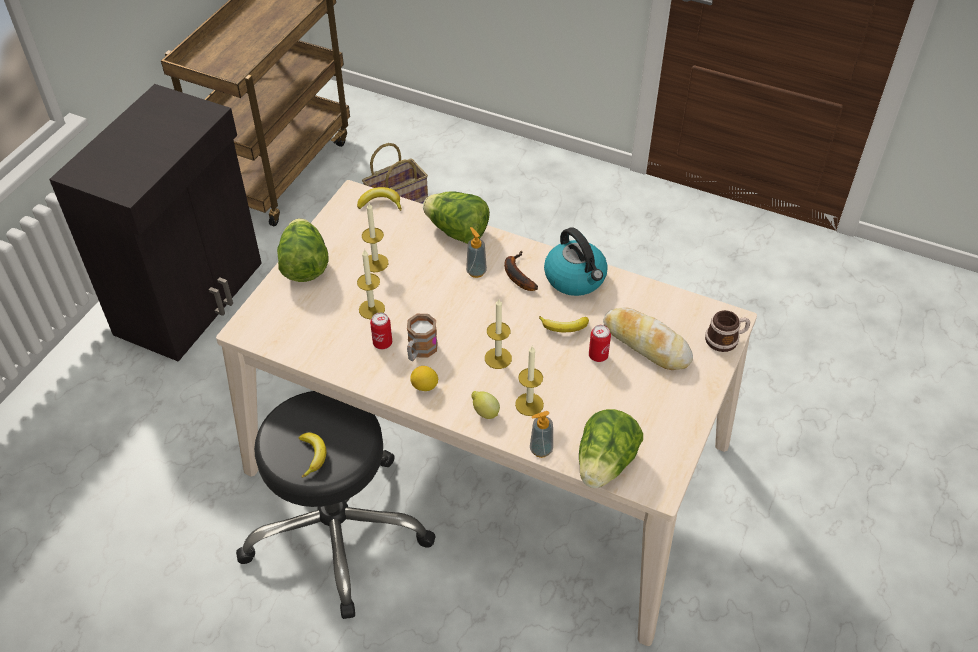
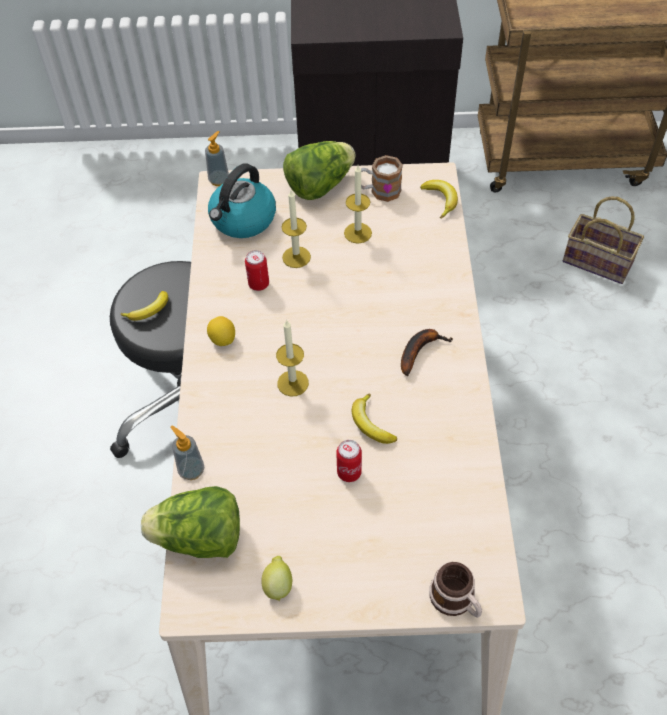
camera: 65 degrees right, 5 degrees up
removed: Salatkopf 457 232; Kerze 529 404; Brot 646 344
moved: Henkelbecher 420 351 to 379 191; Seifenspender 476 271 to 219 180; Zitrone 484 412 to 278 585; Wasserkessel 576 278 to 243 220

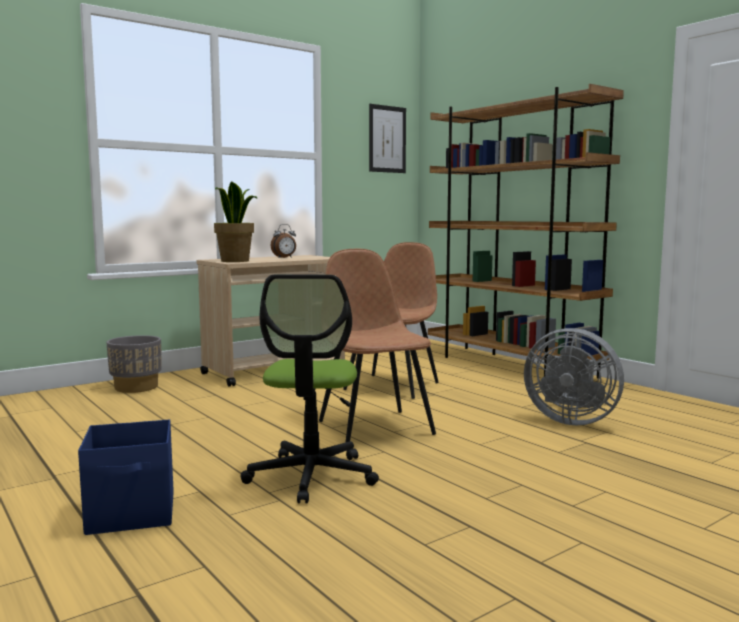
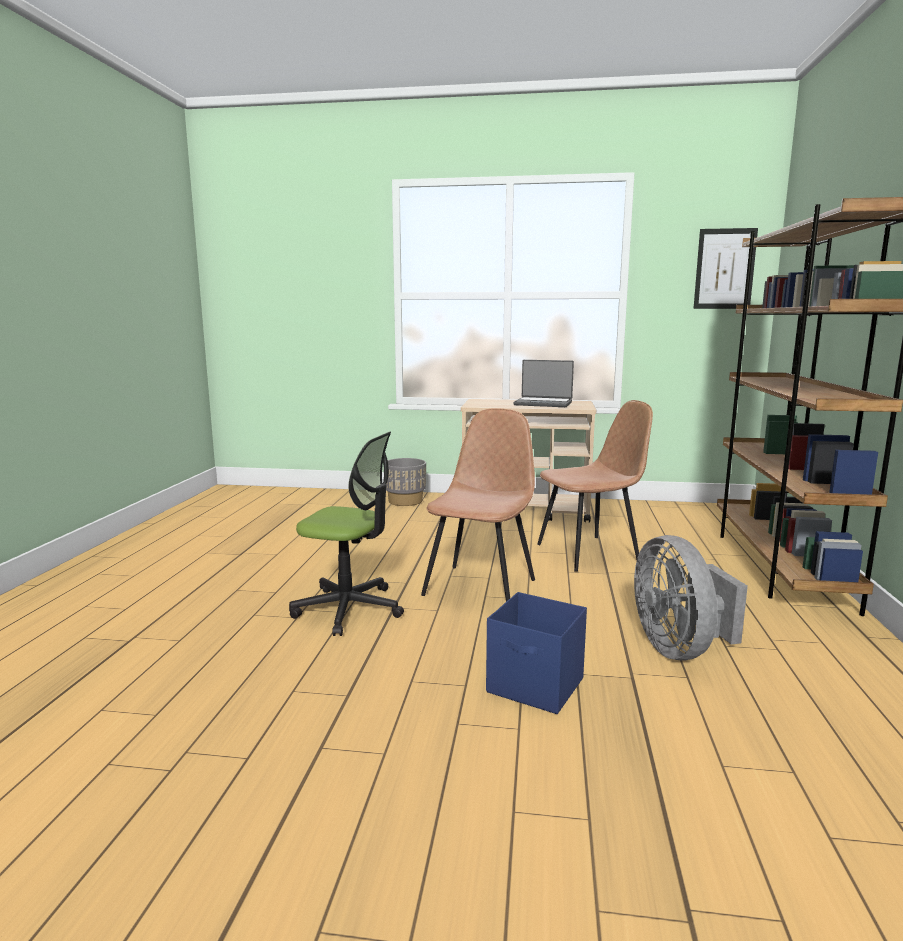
camera: 45 degrees right, 5 degrees up
removed: Topfpflanze 235 261
moved: Aufbewahrungsbox/blau 133 514 to 536 686
replaced: Wecker 284 258 to Laptop 543 403
turned: Bürostuhl 311 476 = 349 609 120 degrees counterclockwise

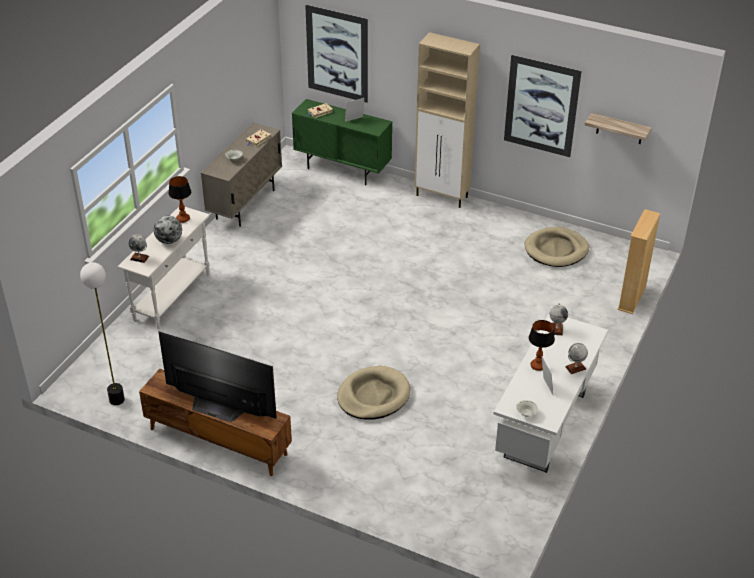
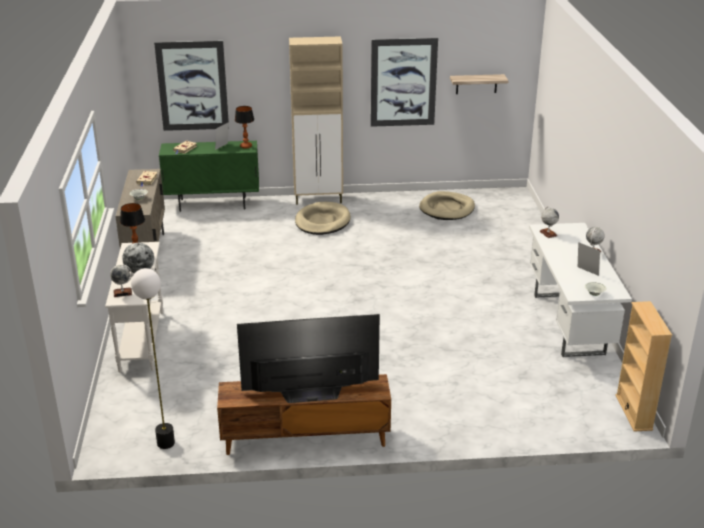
camera: 30 degrees left, 10 degrees down
moved: Hundebett/beige 373 396 to 322 221; Tischlampe 538 366 to 246 146; Bücherregal/beige 632 298 to 633 412

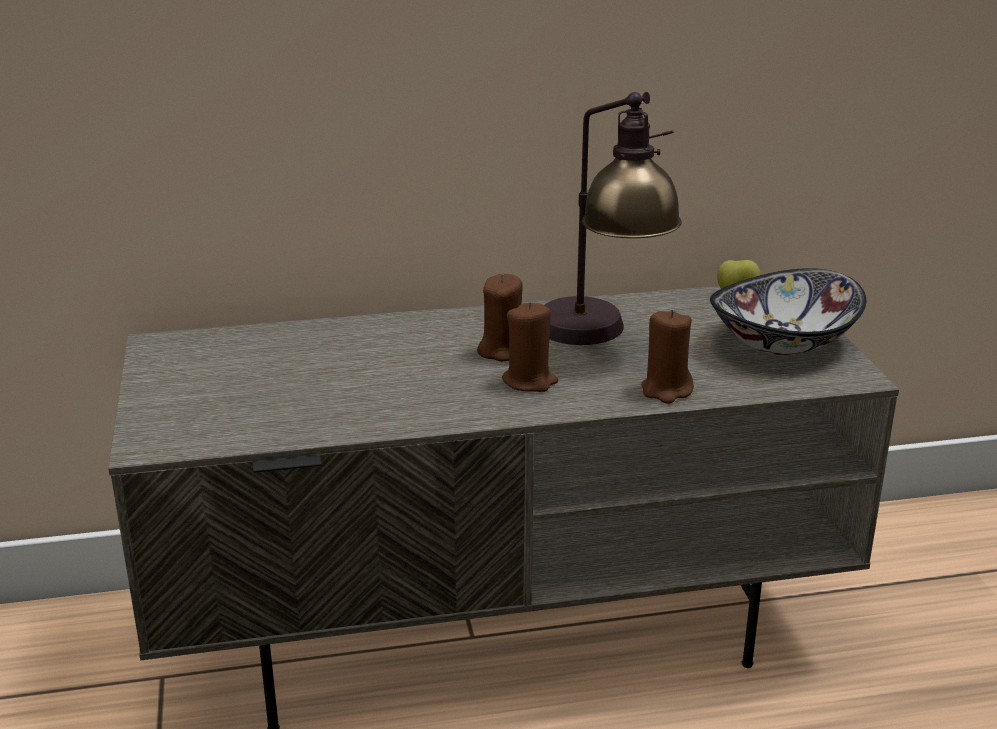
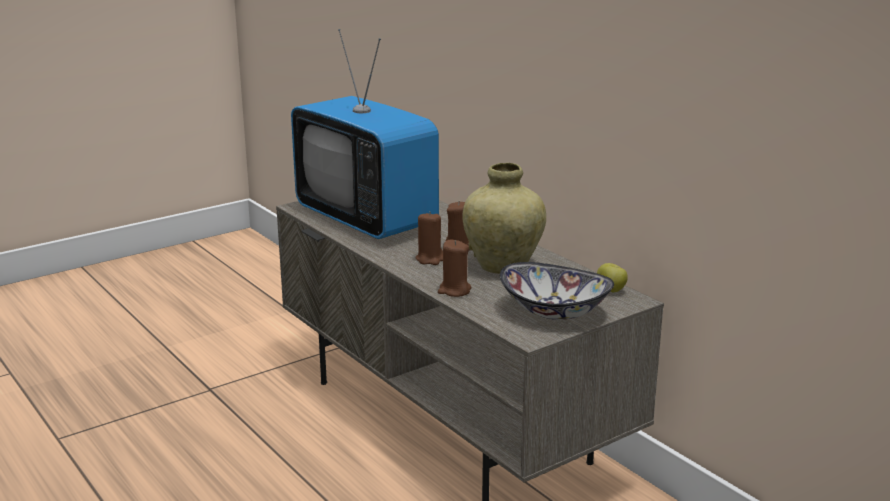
camera: 65 degrees right, 5 degrees down
added: Fernseher 366 220
replaced: Tischlampe 602 338 to Vase/beige 503 266

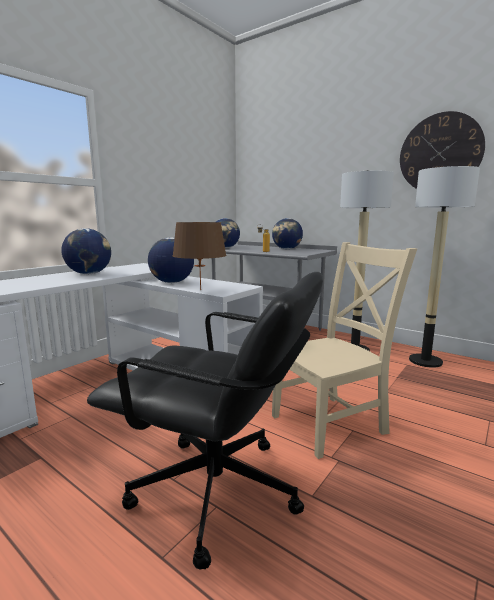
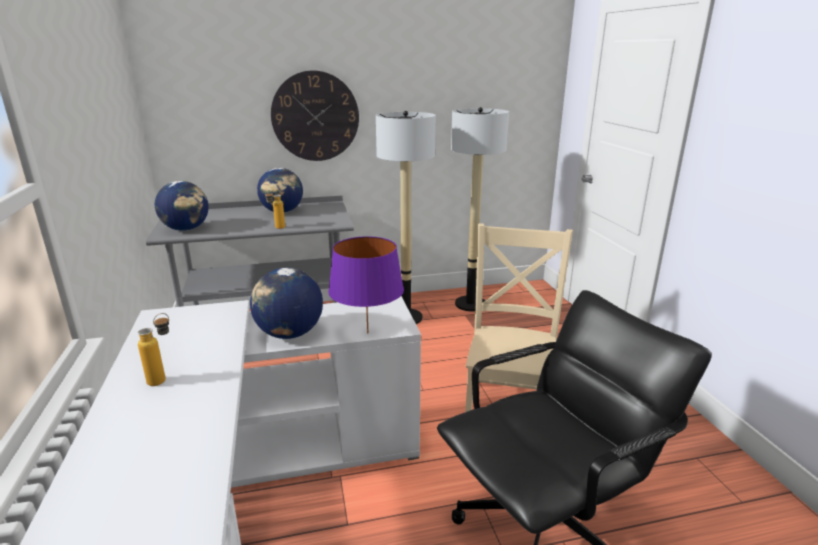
camera: 50 degrees left, 10 degrees up
moved: Wanduhr 440 153 to 315 116
replaced: Globus 89 274 to Flasche 164 378
recoloured: Tischlampe/braun 200 290 to Tischlampe/lila 367 333

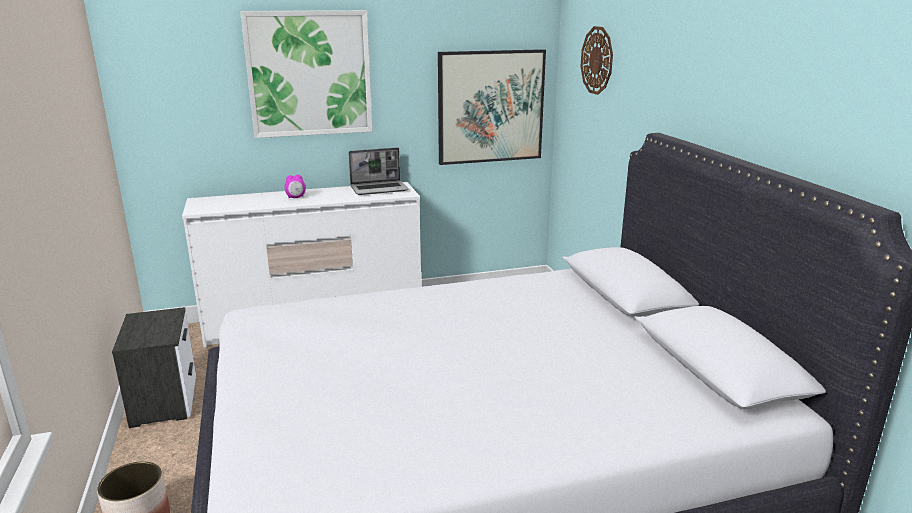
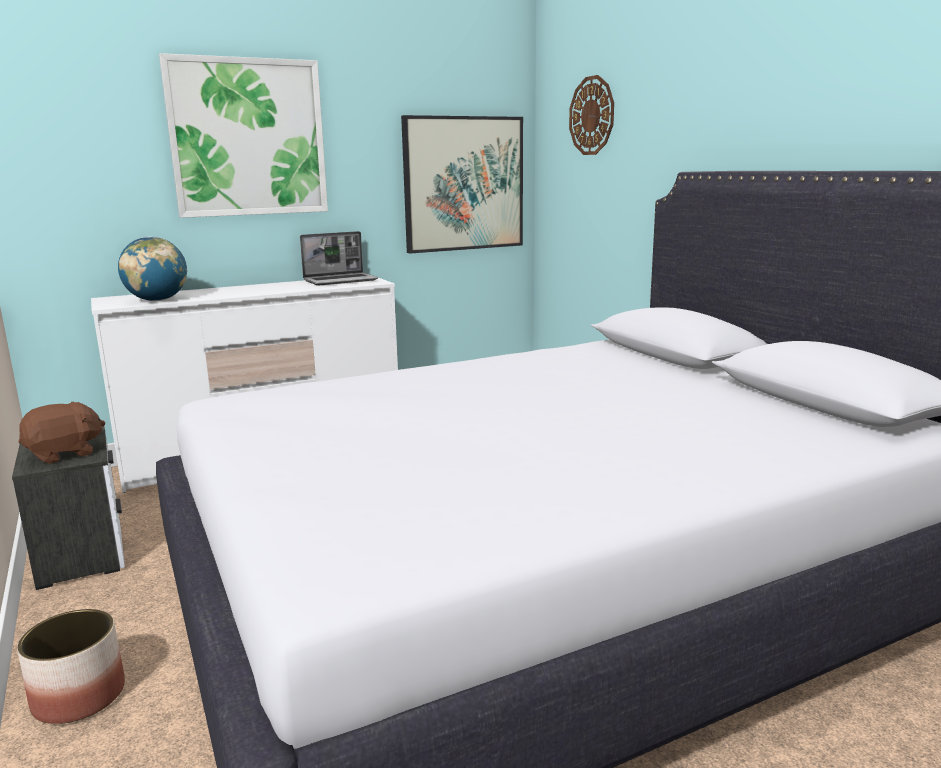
camera: 10 degrees left, 5 degrees down
removed: Wecker 296 197
added: Plüschtier/braun 65 454; Globus 157 300

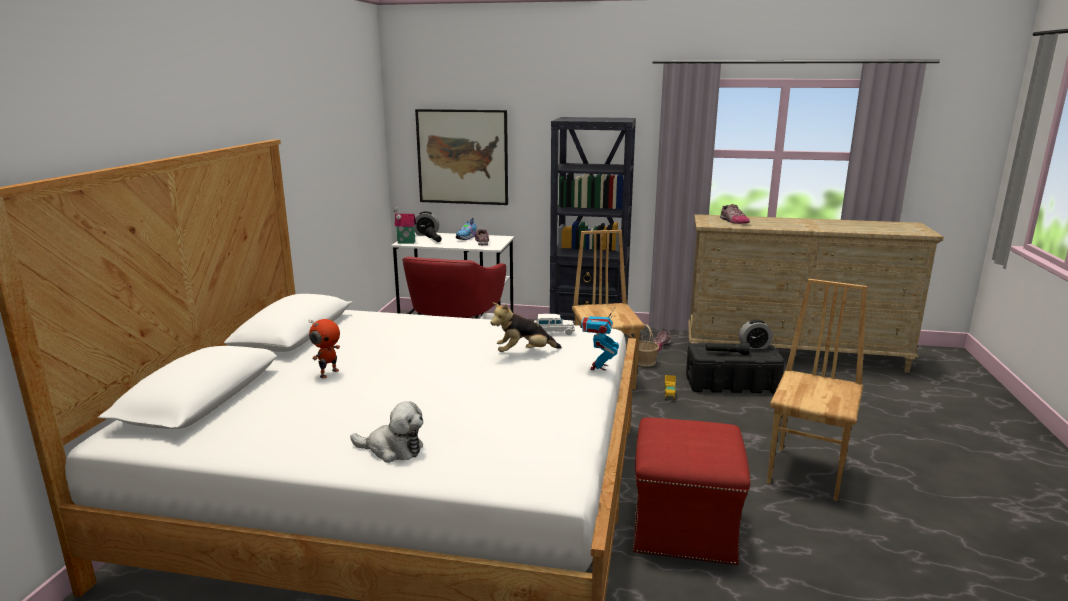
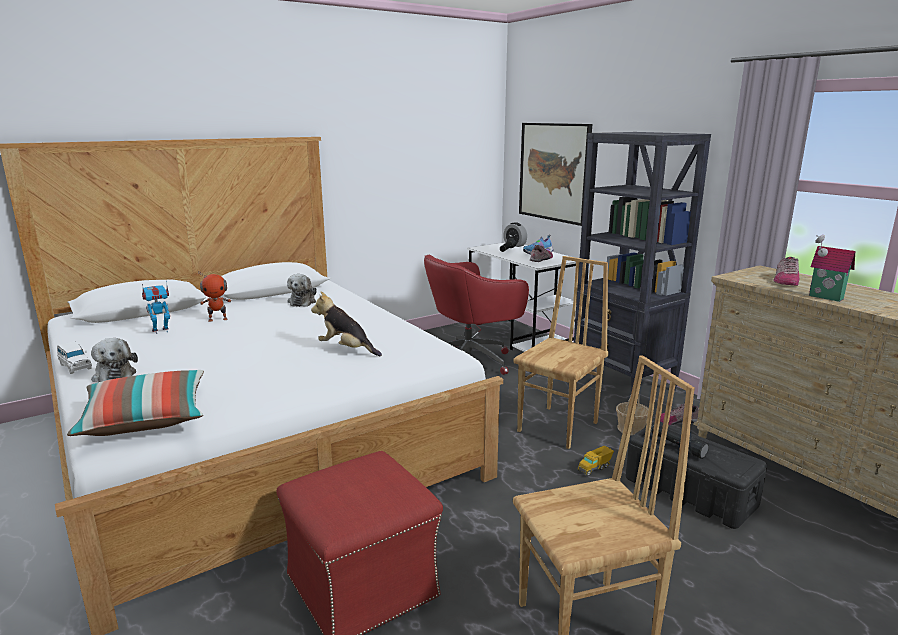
camera: 45 degrees right, 0 degrees up
removed: Wecker 754 347
added: Kissen 146 419; Plüschtier 302 301
moved: Spielzeughaus 406 242 to 825 297; Spielzeugauto/weiß 554 332 to 75 366; Spielzeugroboter 598 367 to 161 331

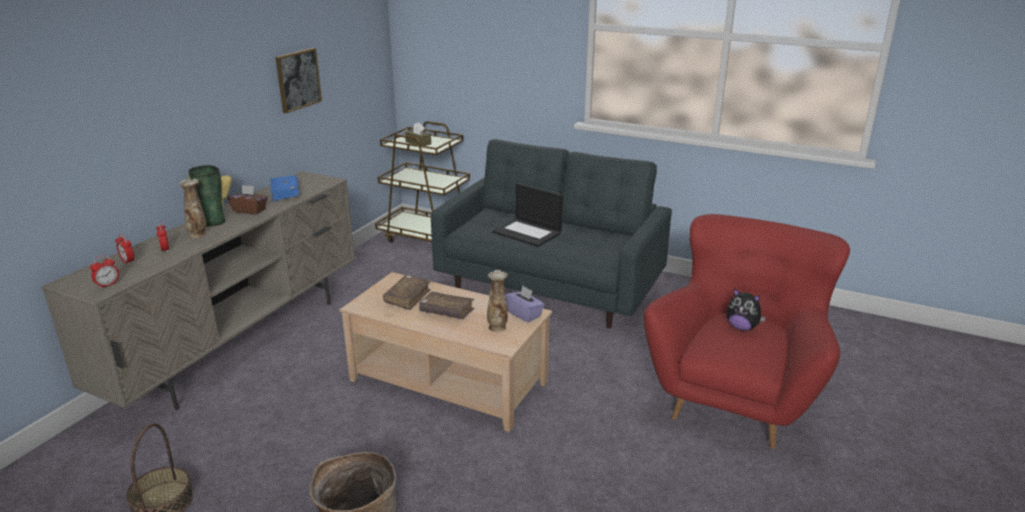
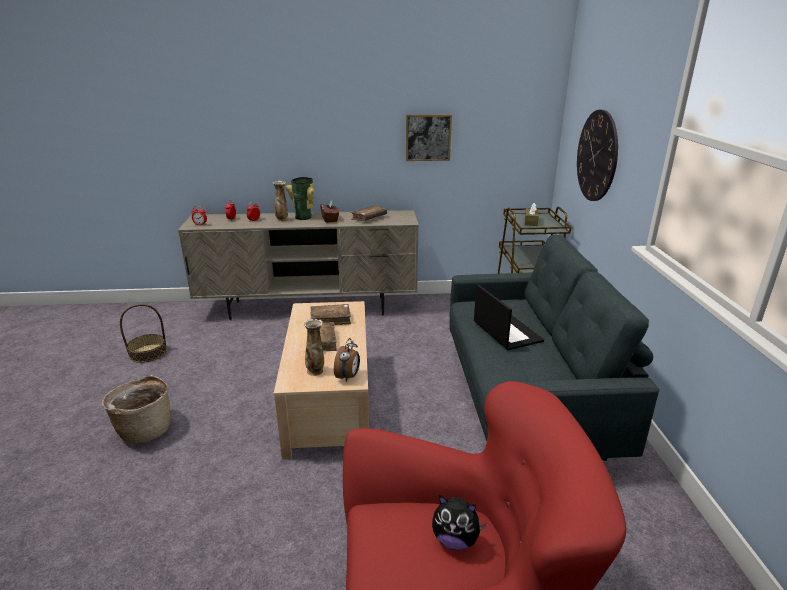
camera: 60 degrees right, 0 degrees up
added: Wanduhr 597 156
replaced: Taschentuchbox/lila 524 314 to Wecker 348 377
recoloured: Buch/blau 285 193 to Buch/braun 369 218
turned: Laptop 528 232 = 506 331 150 degrees clockwise; Plüschtier 742 327 = 455 540 75 degrees counterclockwise

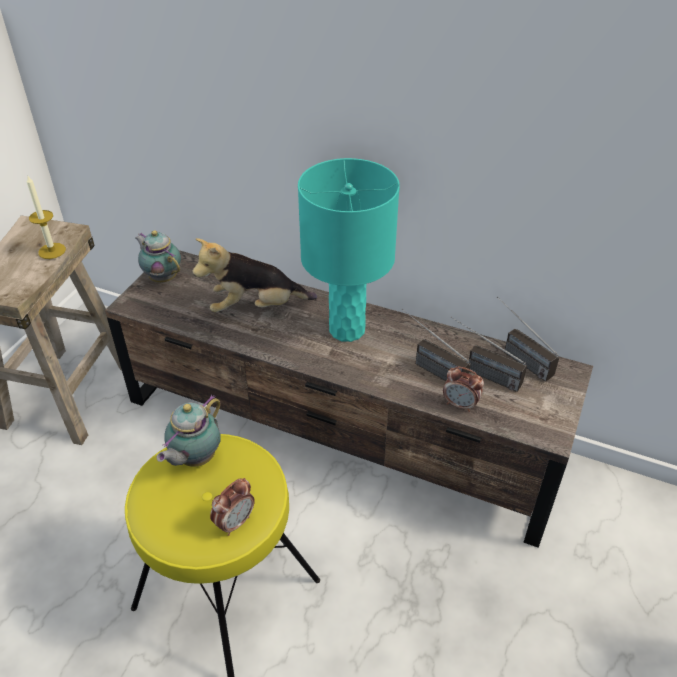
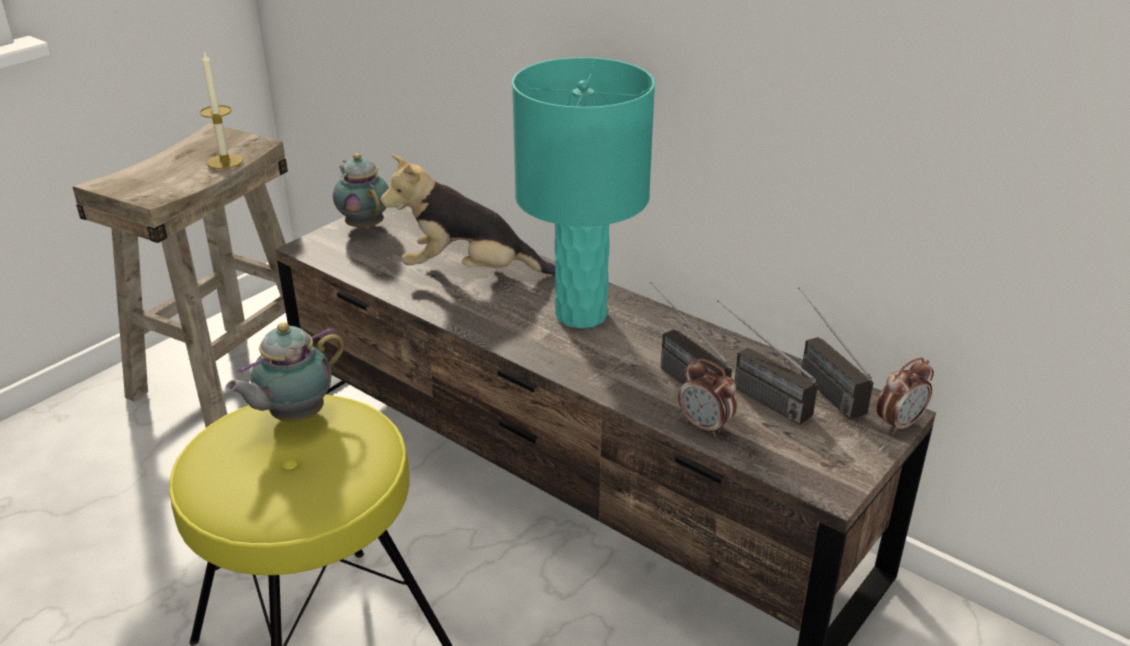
camera: 15 degrees right, 10 degrees down
moved: Wecker 235 522 to 899 424

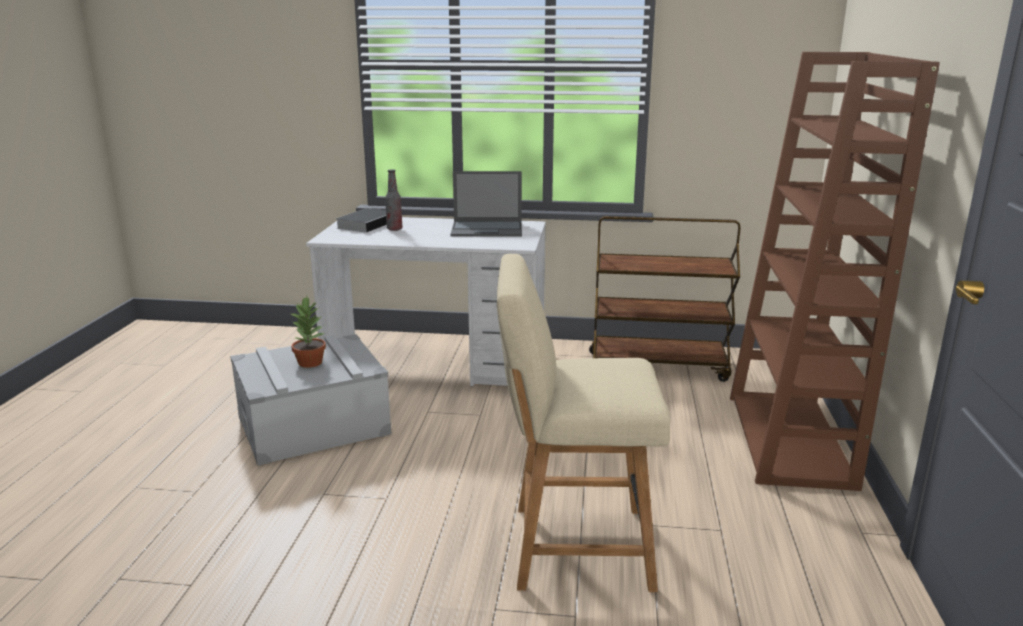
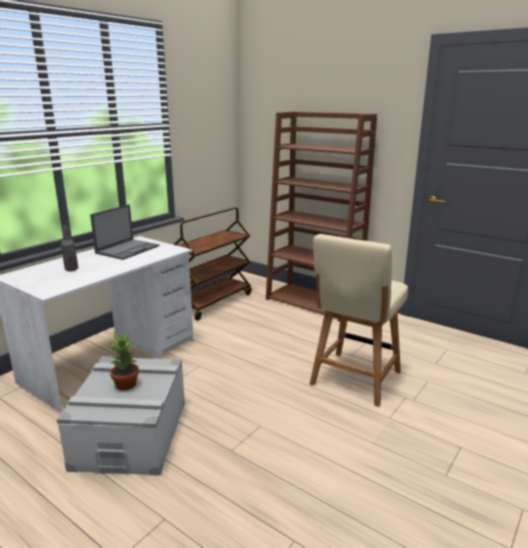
camera: 60 degrees left, 0 degrees up
removed: Buch 367 224

